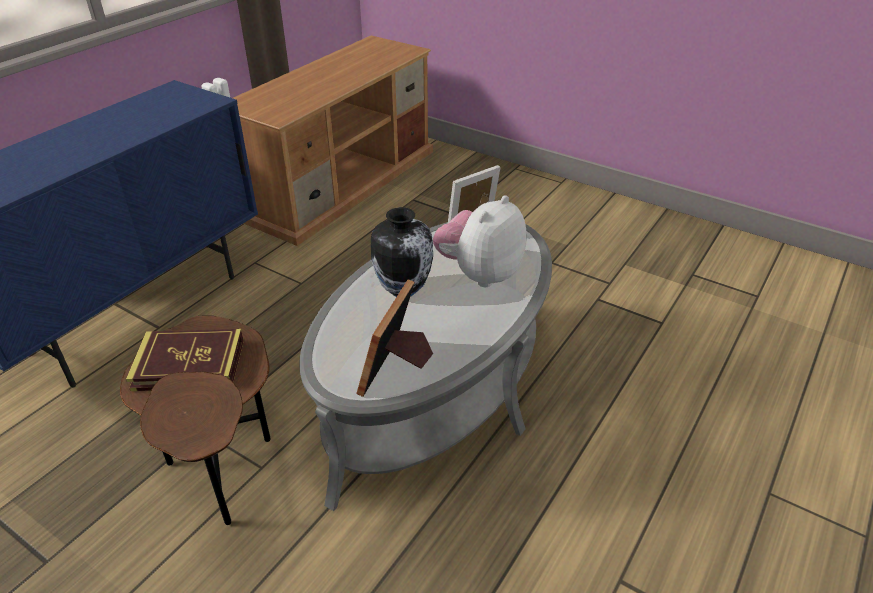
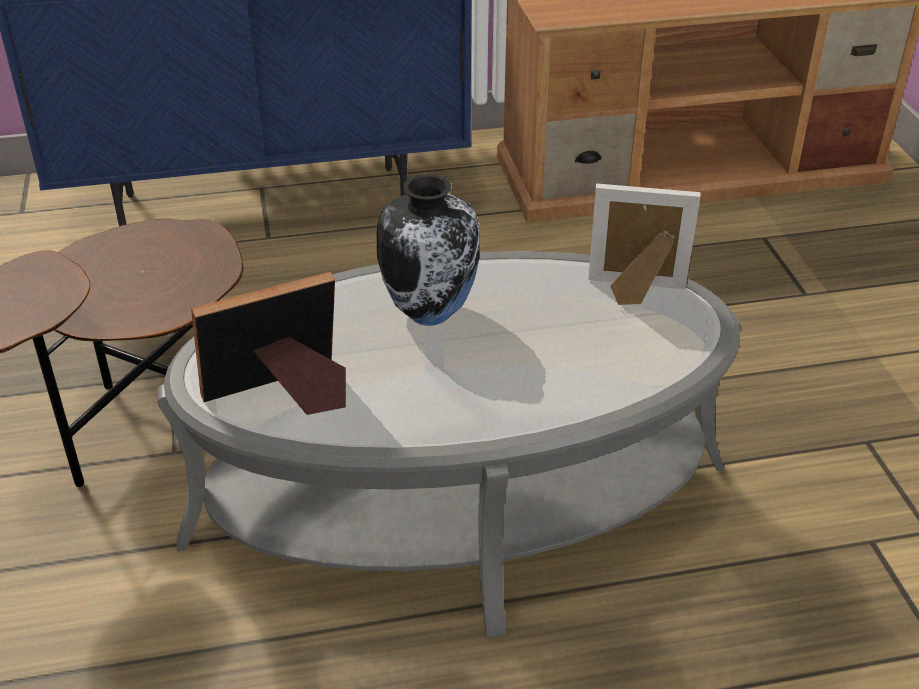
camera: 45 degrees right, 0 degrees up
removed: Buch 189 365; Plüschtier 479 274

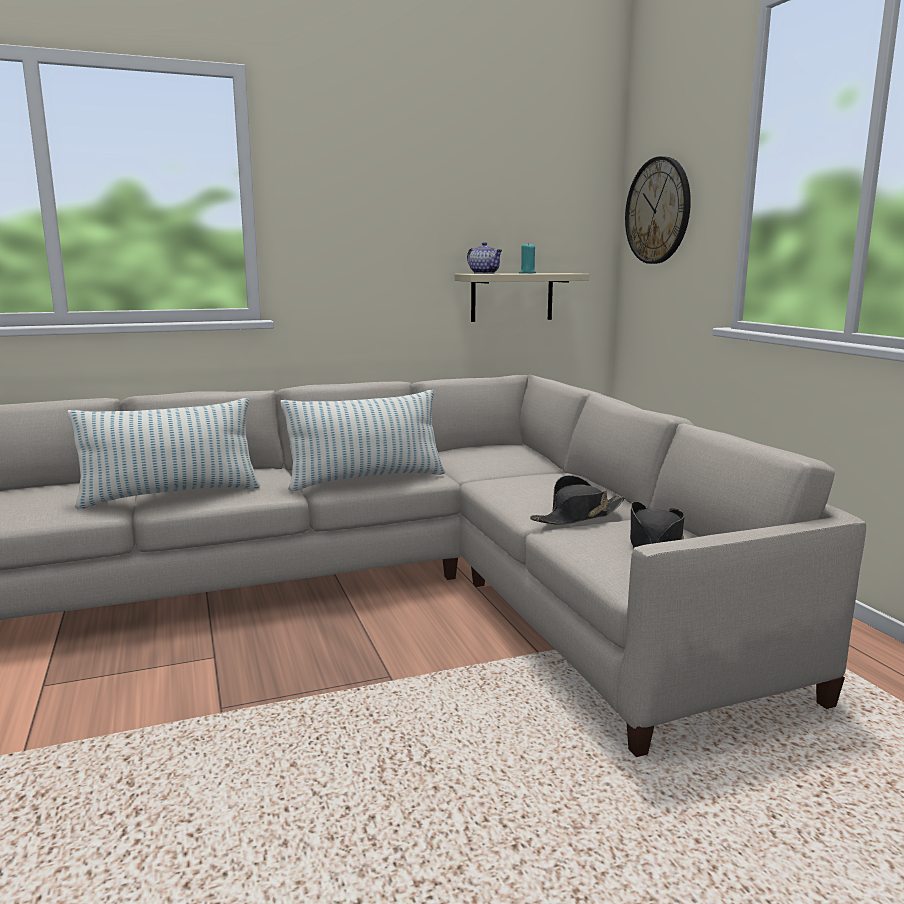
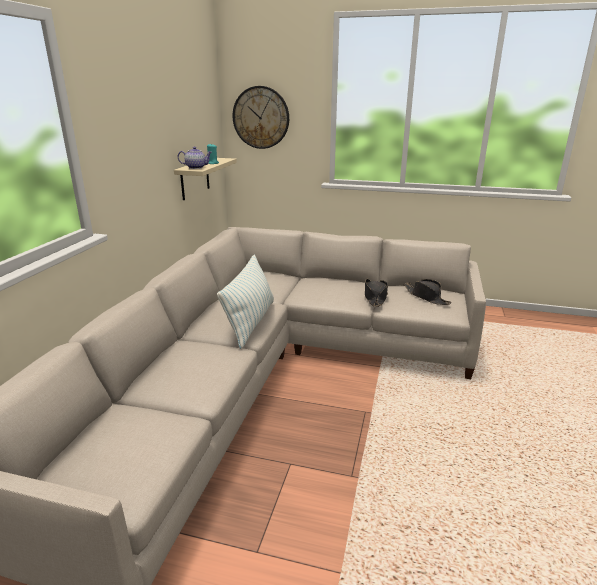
camera: 55 degrees left, 10 degrees up
removed: Kissen 171 495

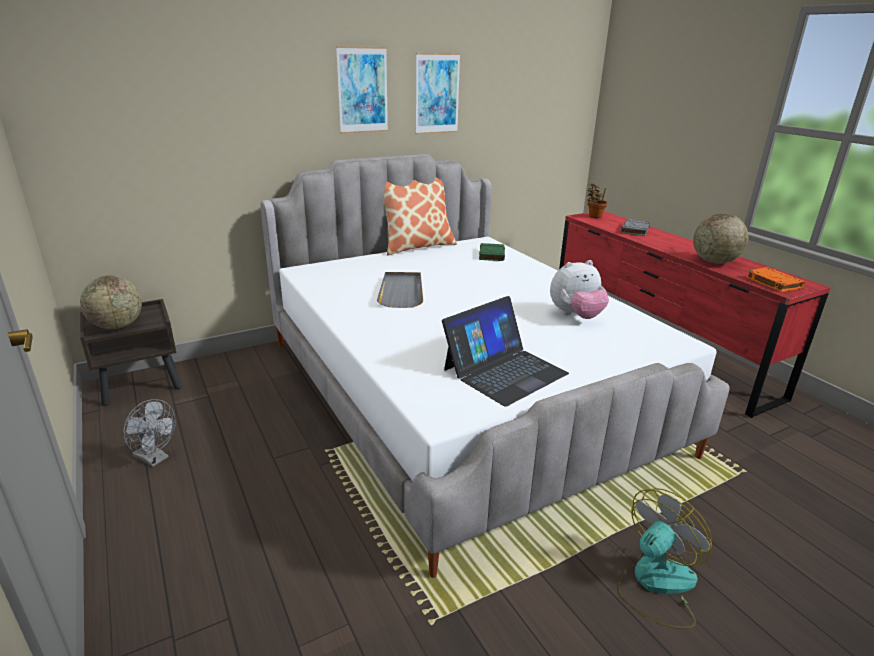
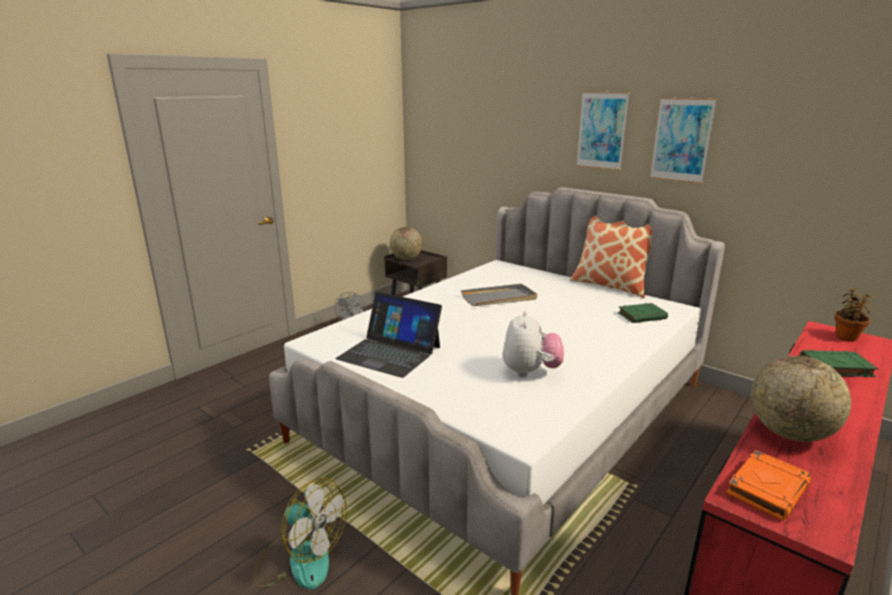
camera: 70 degrees right, 5 degrees down
recoloured: Buch/grau 635 230 to Buch/grün 835 367
turned: Plüschtier 576 316 = 530 372 135 degrees counterclockwise

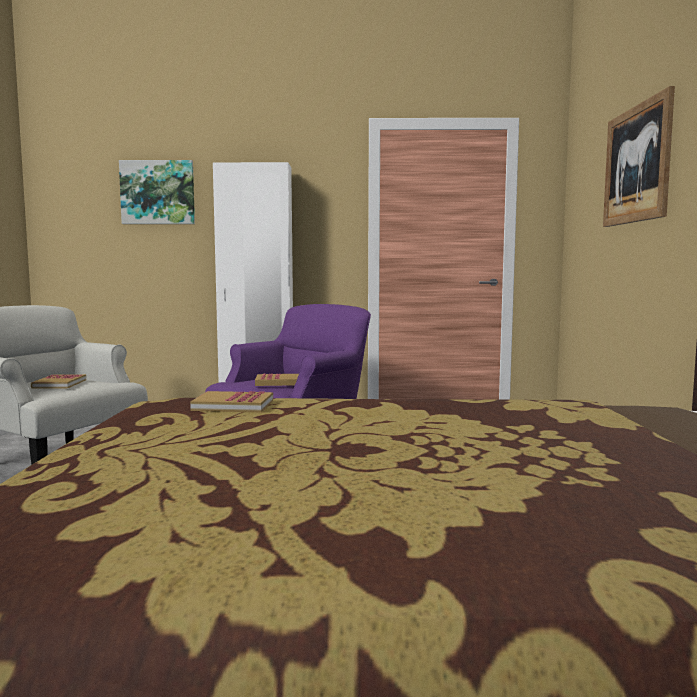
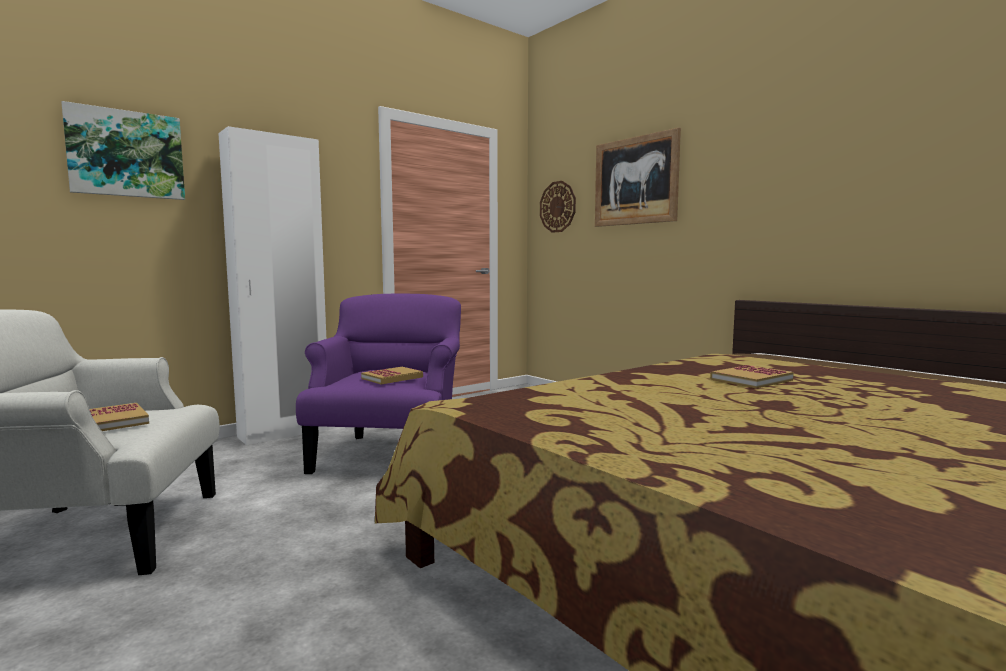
camera: 40 degrees left, 0 degrees up
added: Wanduhr 557 207
moved: Buch 233 405 to 751 380

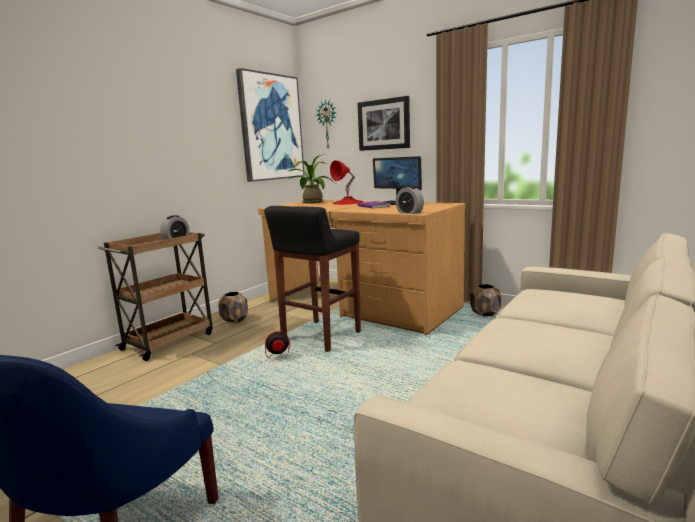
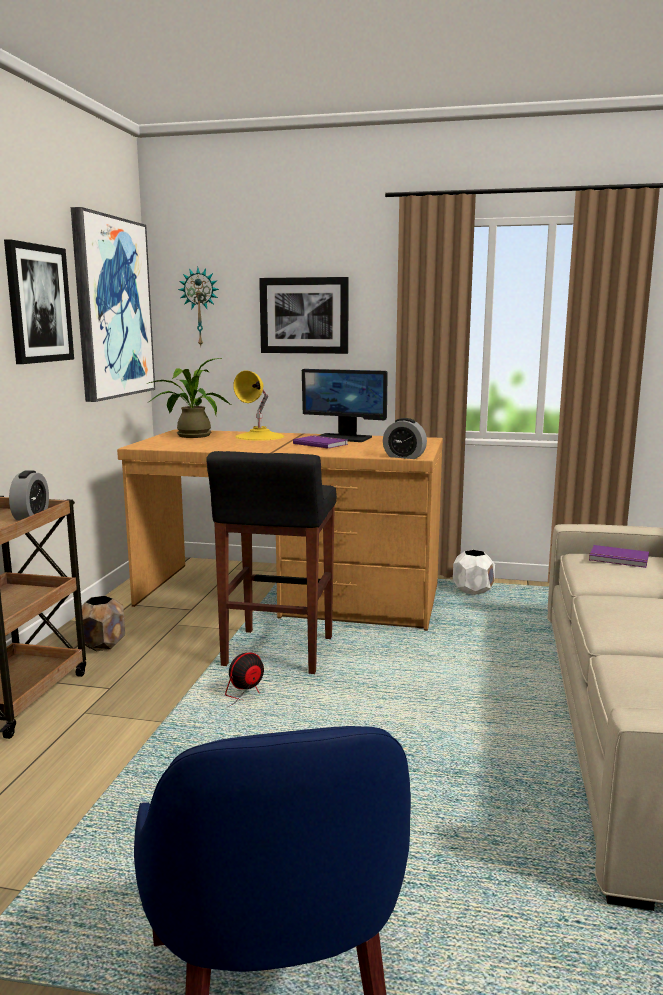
camera: 25 degrees left, 0 degrees up
added: Bild 38 304; Buch/lila 618 559
recoloured: Tischlampe/rot 348 202 to Tischlampe/gelb 260 436; Pflanzkübel/braun 485 313 to Pflanzkübel/weiß 473 591

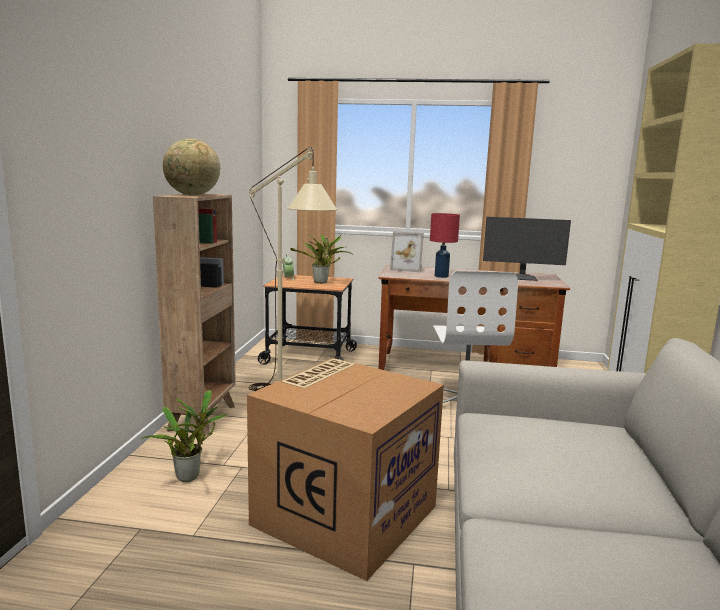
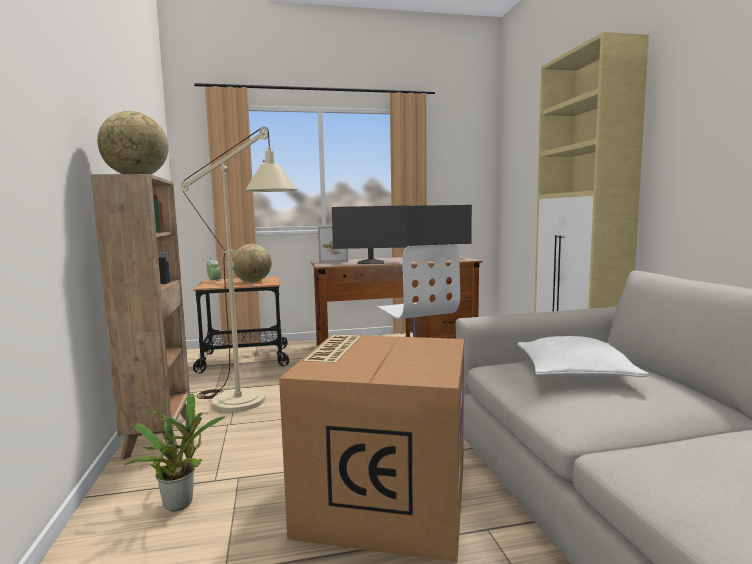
camera: 20 degrees left, 5 degrees down
added: Kissen/weiß 575 372
replaced: Topfpflanze 322 283 to Globus 253 281; Tischlampe/rot 441 276 to Monitor 371 262

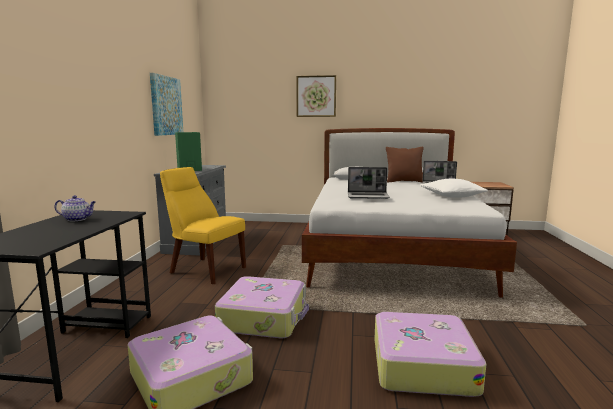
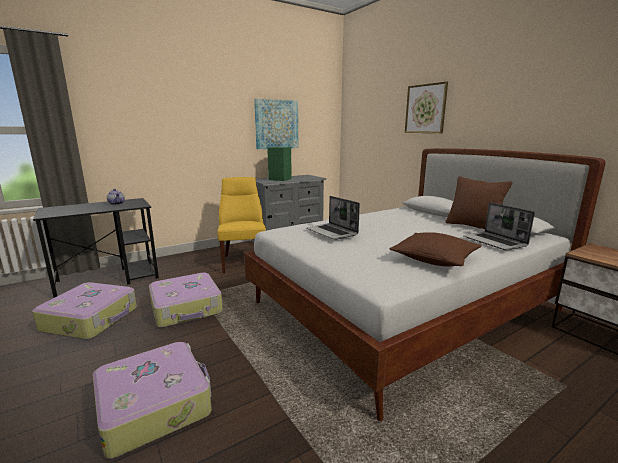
camera: 50 degrees right, 5 degrees up
recoloured: Kissen/weiß 452 196 to Kissen/braun 434 259

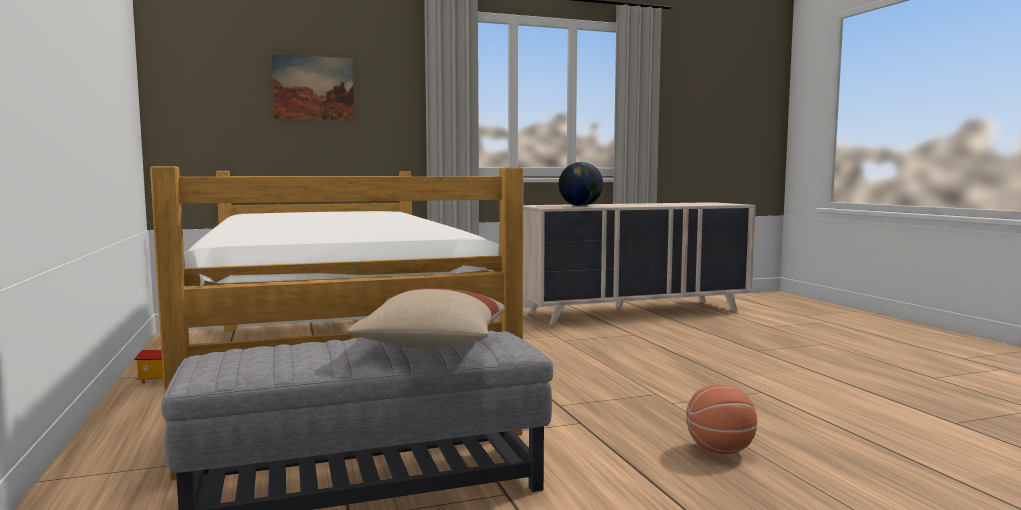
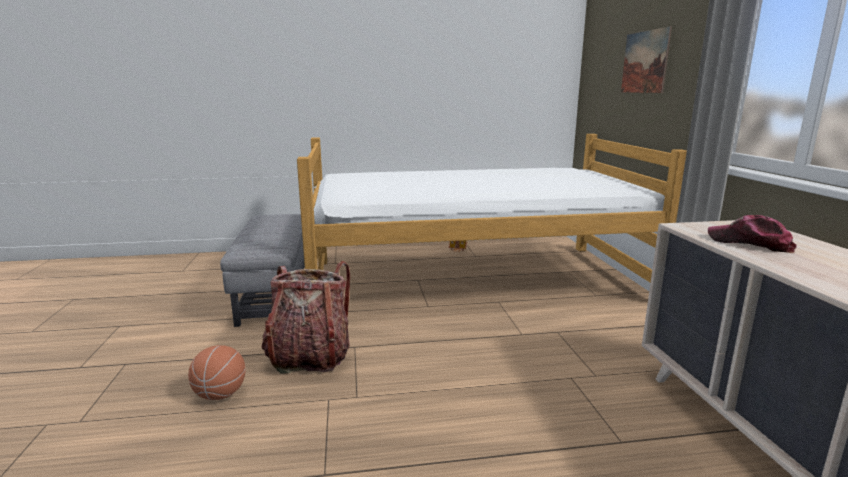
camera: 100 degrees right, 10 degrees up
removed: Kissen/beige 432 346
added: Rucksack 309 357
replaced: Globus 580 206 to Kappe 750 243

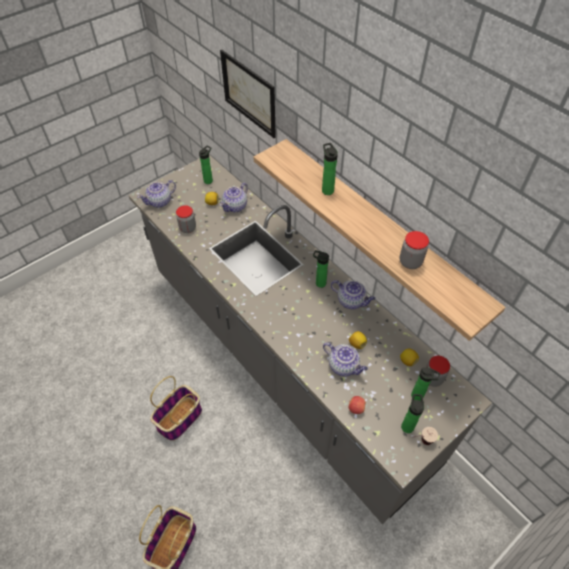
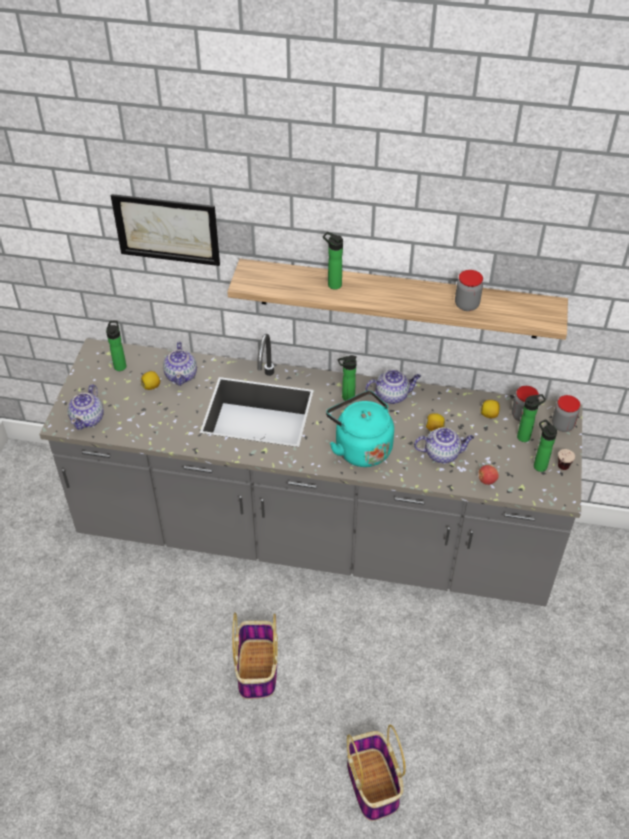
camera: 40 degrees left, 5 degrees down
added: Wasserkessel/türkis 360 447
moved: Vorratsglas 188 228 to 562 425

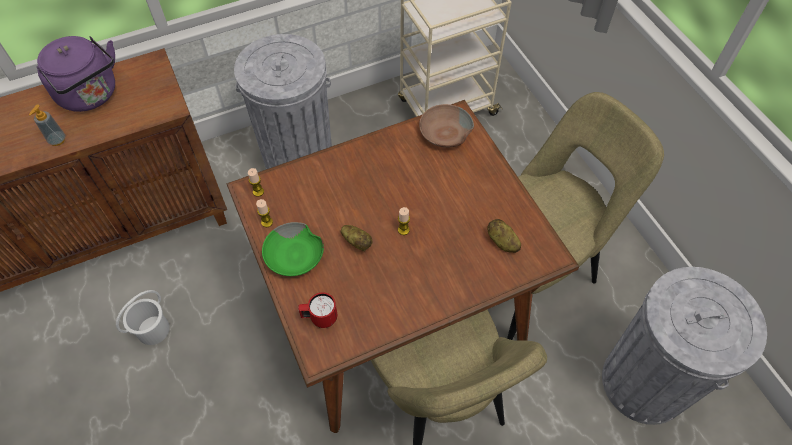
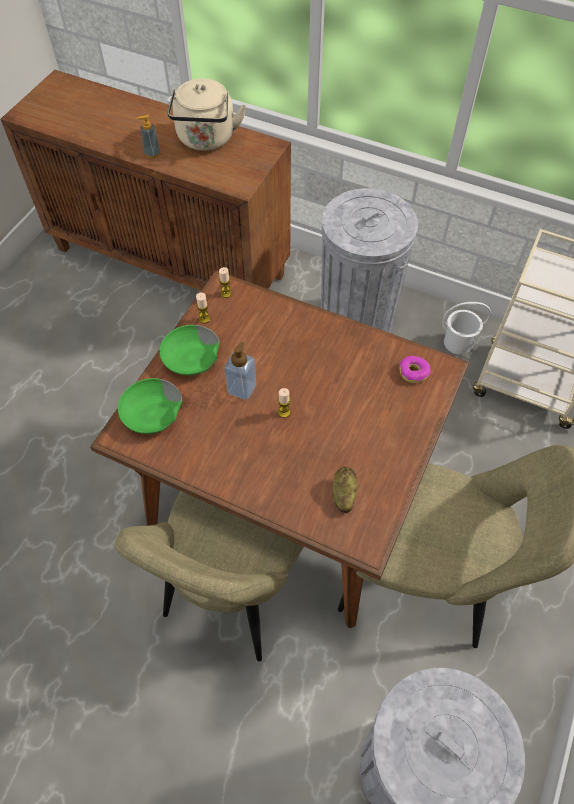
camera: 50 degrees right, 0 degrees up
moved: Eimer/weiß 152 330 to 458 342
replaced: Henkelbecher/rot 319 318 to Schüssel/grün 151 413; Kartoffel 357 242 to Seifenspender 242 388; Schüssel/braun 444 133 to Donut 413 372
recoloured: Wasserkessel/lila 91 95 to Wasserkessel/beige 206 140

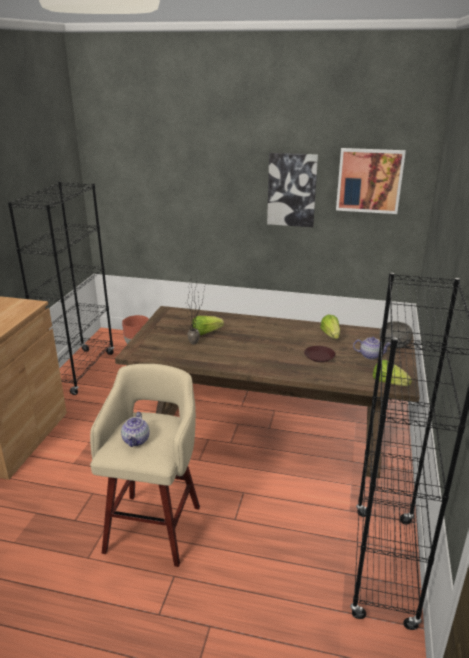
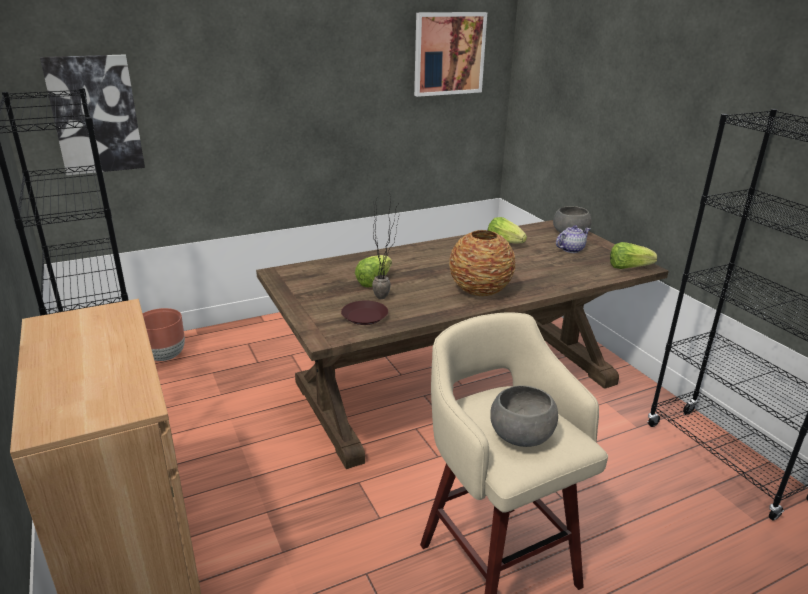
camera: 40 degrees left, 0 degrees up
added: Vase 479 291
moved: Bild 292 190 to 95 115; Teller/braun 319 356 to 364 317
replaced: Teekanne 136 440 to Schüssel/grau 521 434

